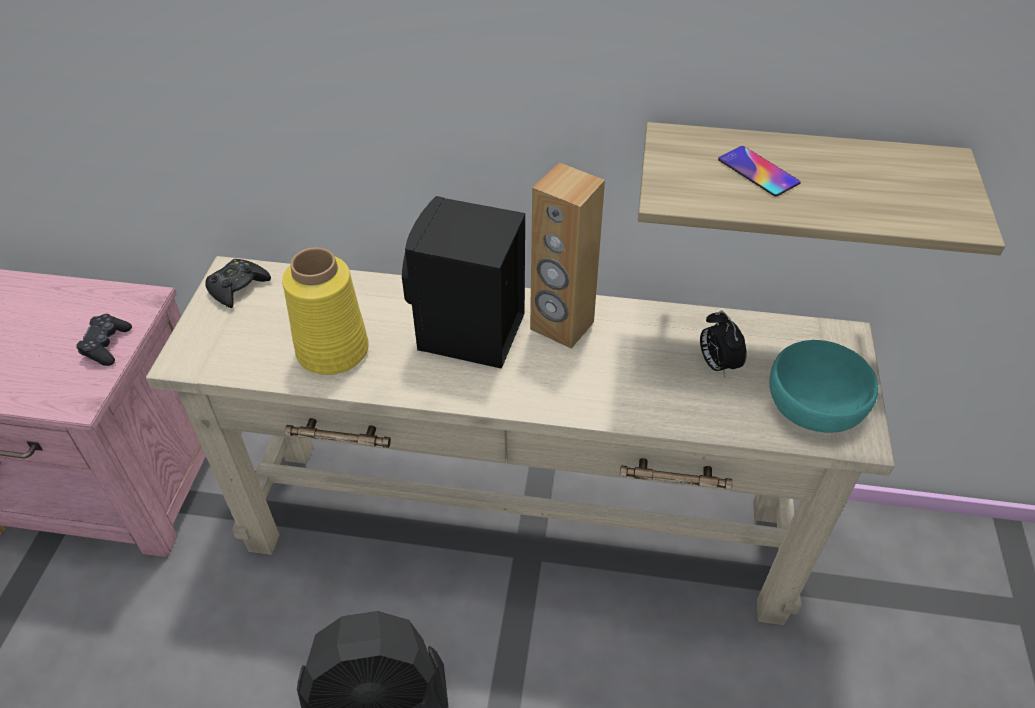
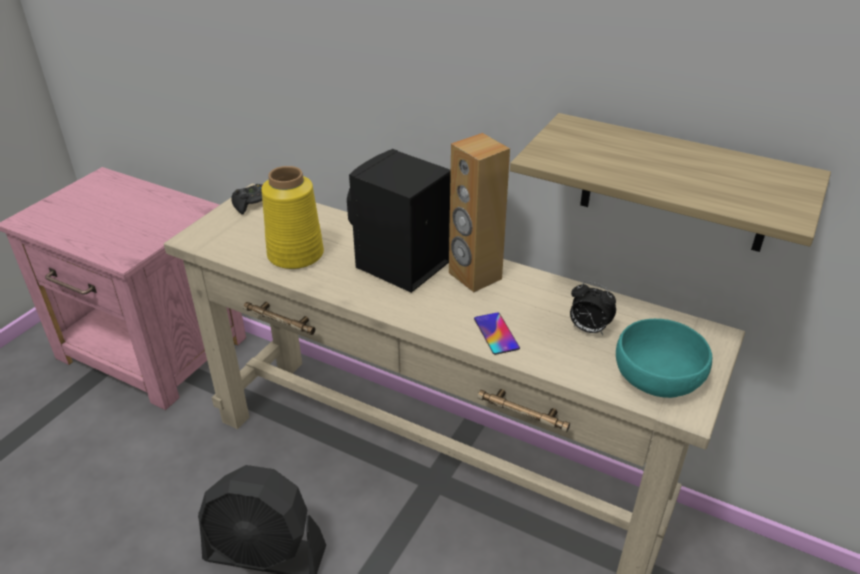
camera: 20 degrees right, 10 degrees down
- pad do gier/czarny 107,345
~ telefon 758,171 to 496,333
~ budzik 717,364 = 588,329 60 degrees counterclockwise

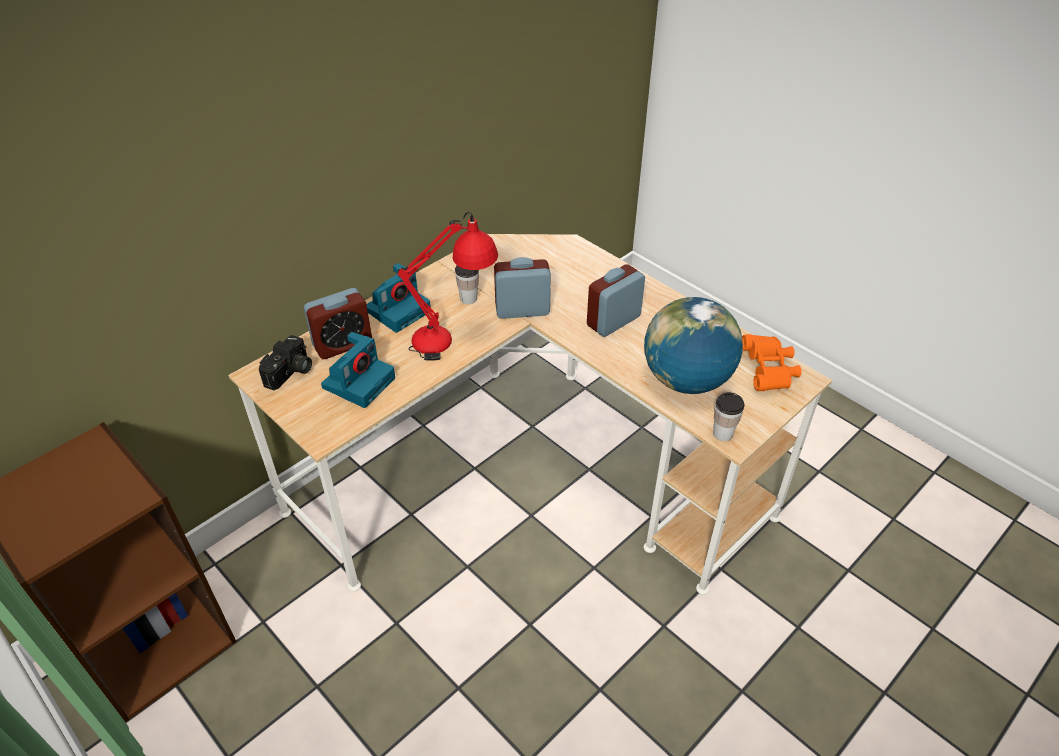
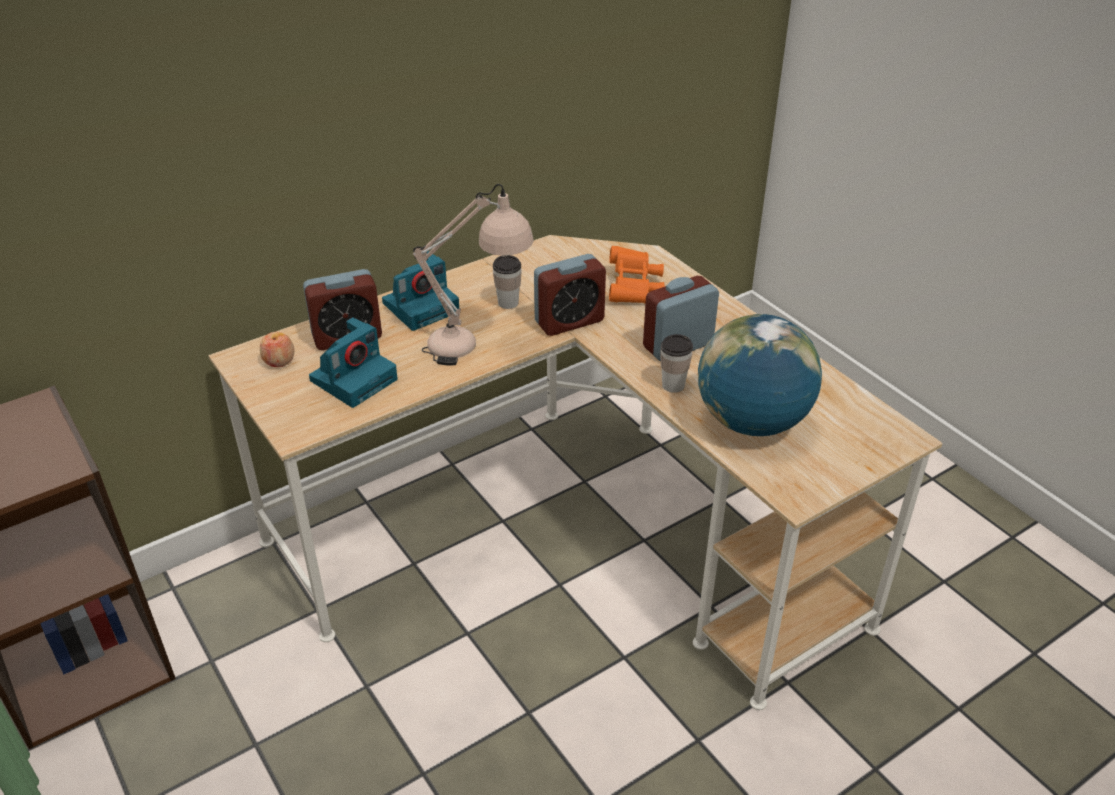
camera: 10 degrees right, 5 degrees down
~ filiżanka 723,433 to 673,385
~ lornetka/pomarańczowy 768,372 to 634,288
~ aparat fotograficzny 291,373 to jabłko 279,360
~ lampa stołowa/czerwony 454,340 to lampa stołowa/beżowy 478,346
~ budzik 522,310 = 569,321 150 degrees clockwise

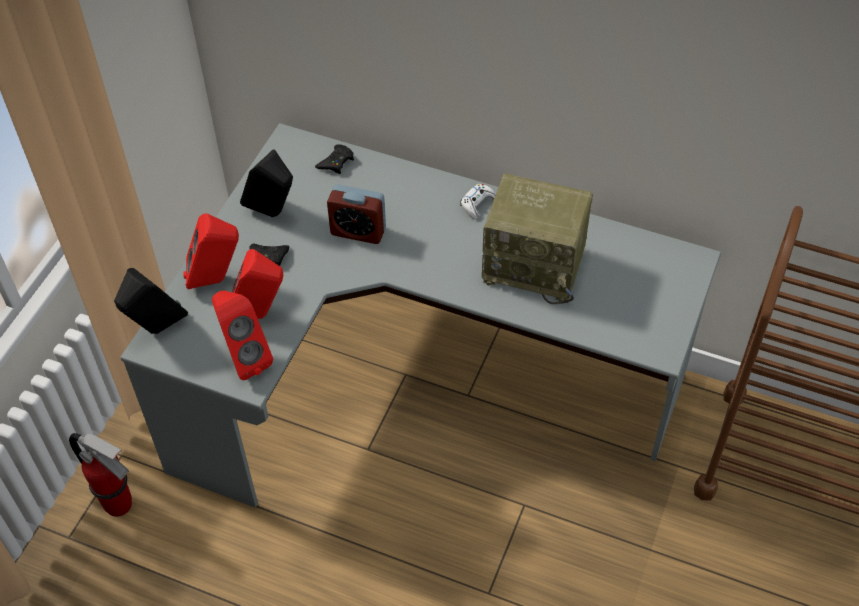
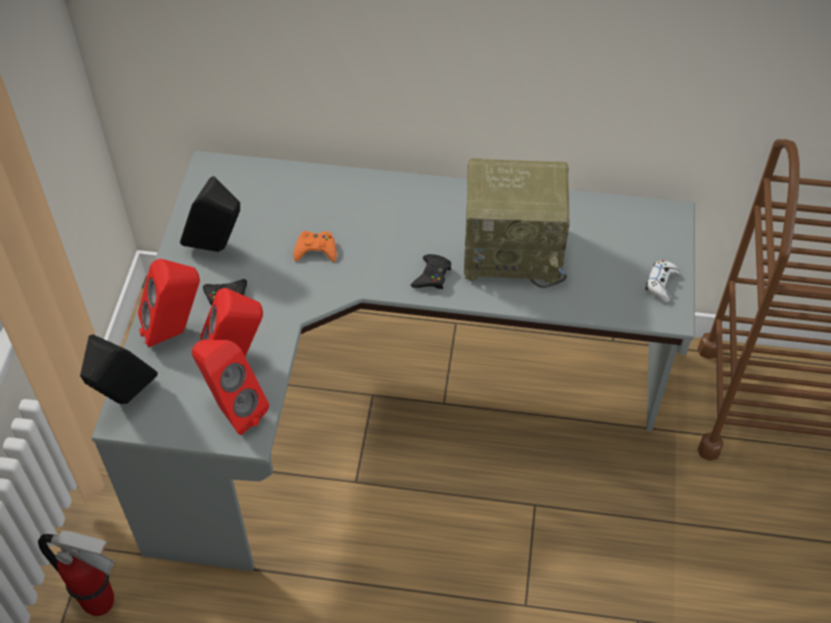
camera: 15 degrees left, 0 degrees up
~ pad do gier/czarny 336,162 to 432,276
~ pad do gier/biały 477,204 to 661,284
~ budzik 358,231 to pad do gier/pomarańczowy 316,250

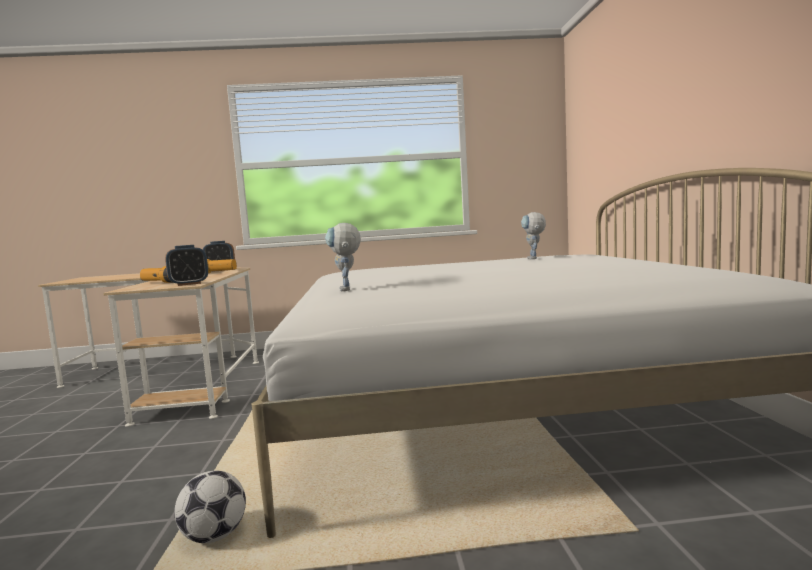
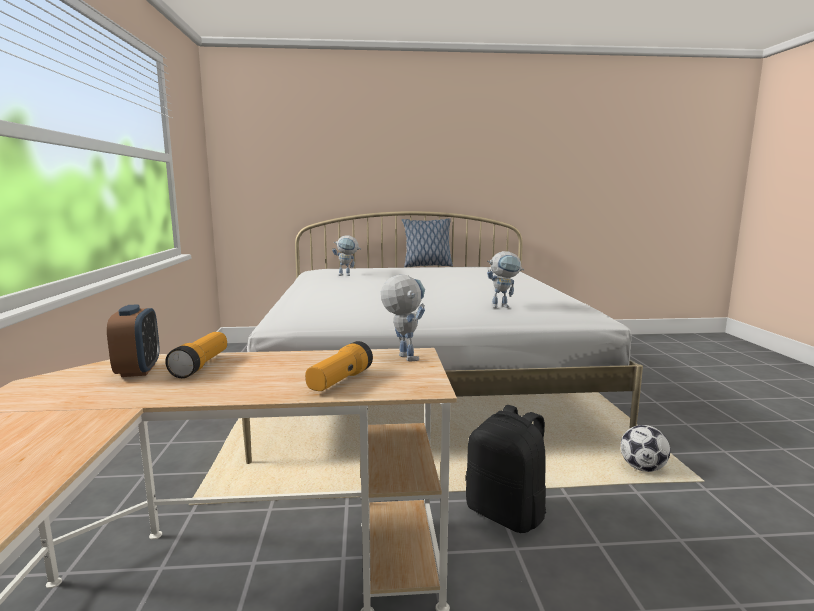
camera: 90 degrees left, 5 degrees up
+ poduszka 427,266
+ plecak/czarny 507,513
~ budzik 189,284 to robot zabawkowy 403,356

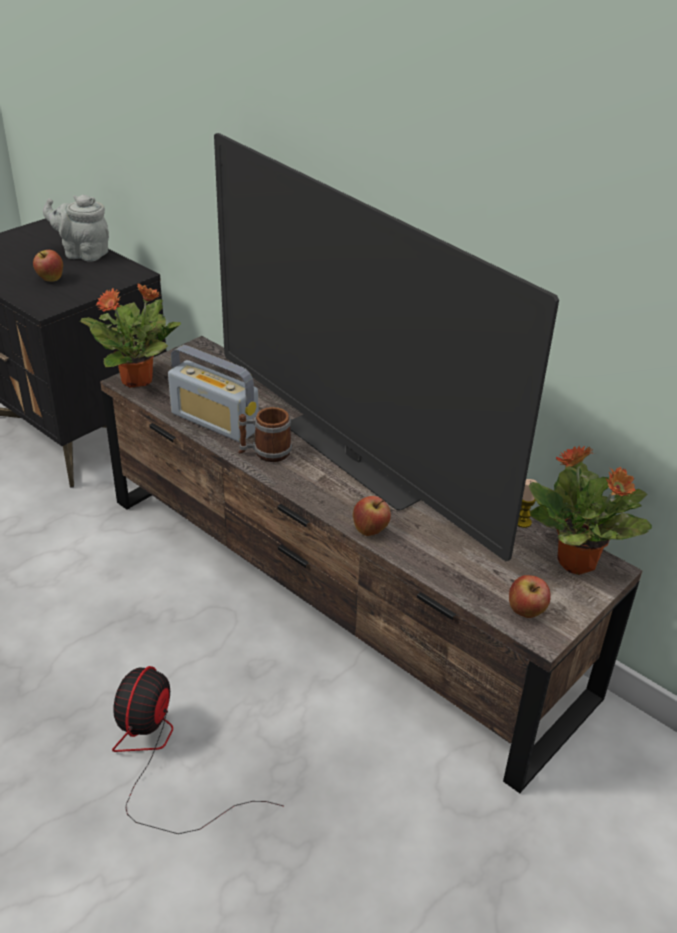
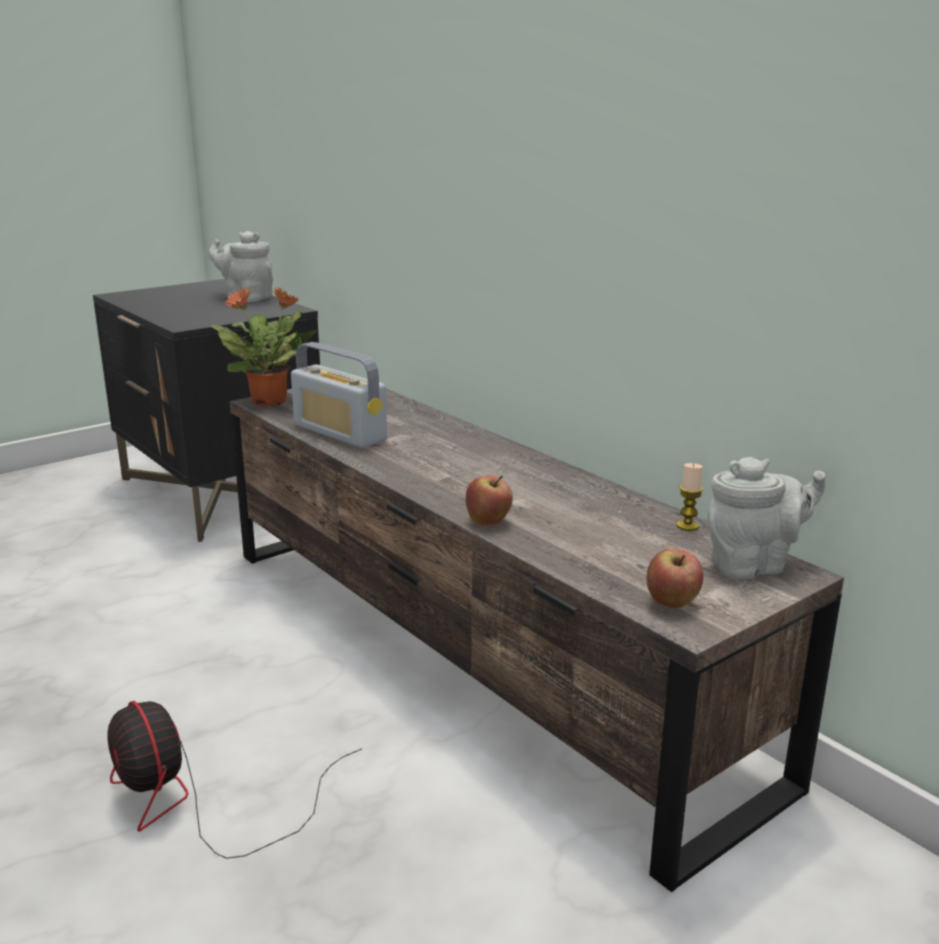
camera: 10 degrees right, 15 degrees down
- jabłko 50,279
- telewizor 351,460
- kubek 265,453
~ roślina doniczkowa 577,563 to imbryk/szary 753,565
~ wentylator 161,758 = 198,803 60 degrees counterclockwise

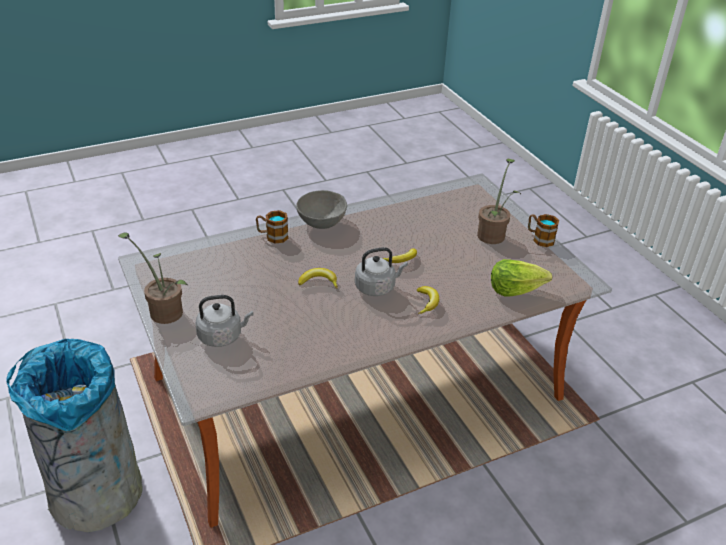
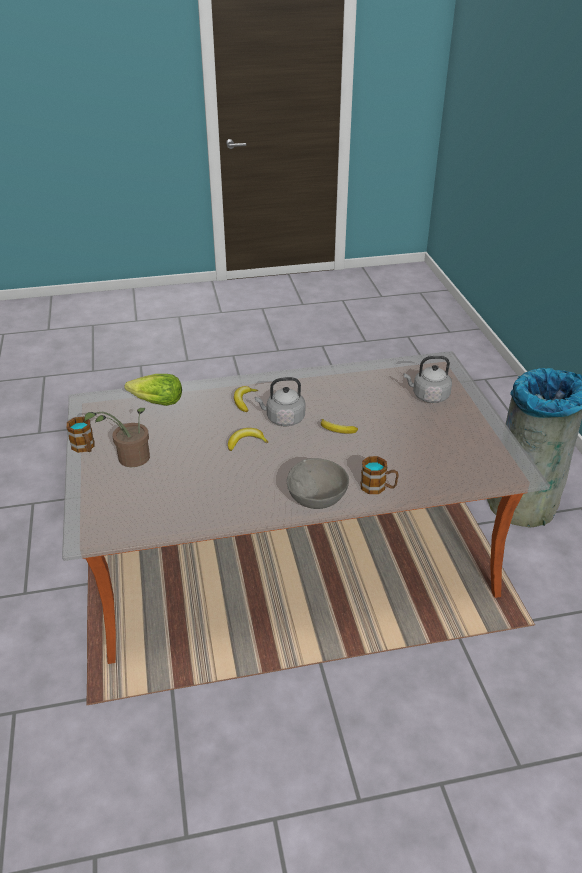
camera: 165 degrees left, 0 degrees up
- roślina doniczkowa 163,310

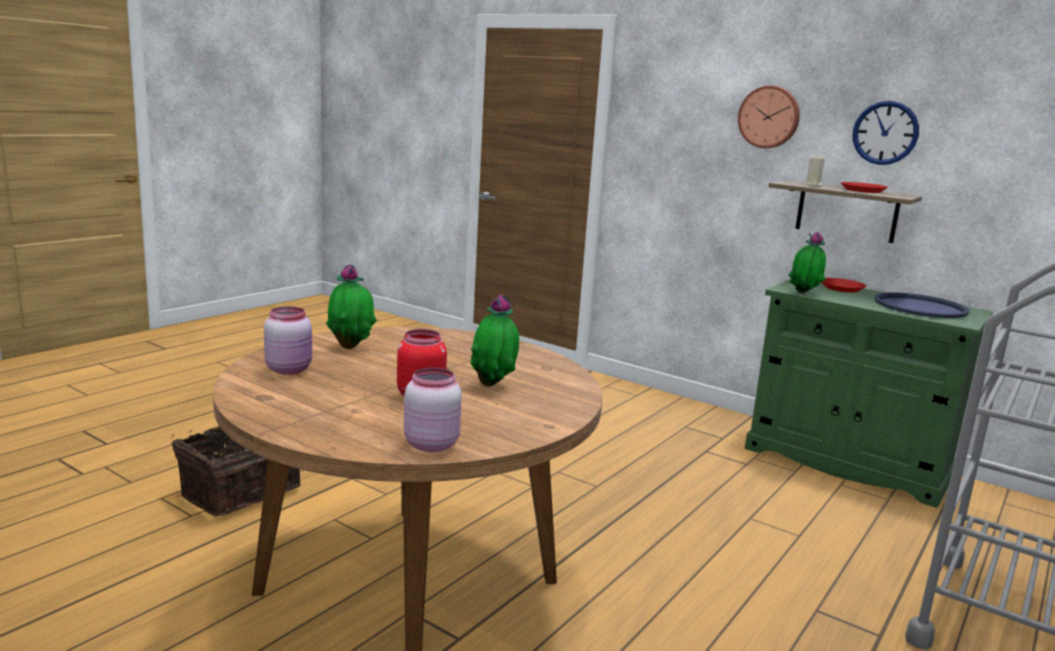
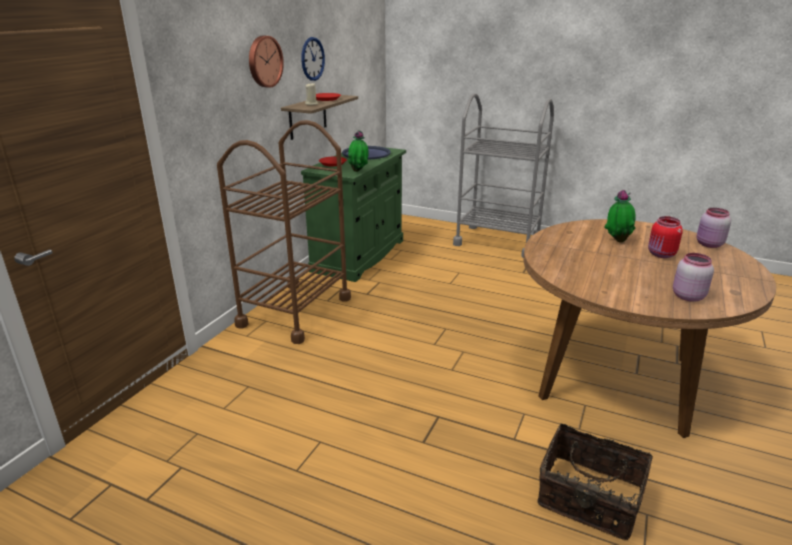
camera: 100 degrees left, 10 degrees up
- roślina doniczkowa 351,347
+ wózek/brązowy 295,311

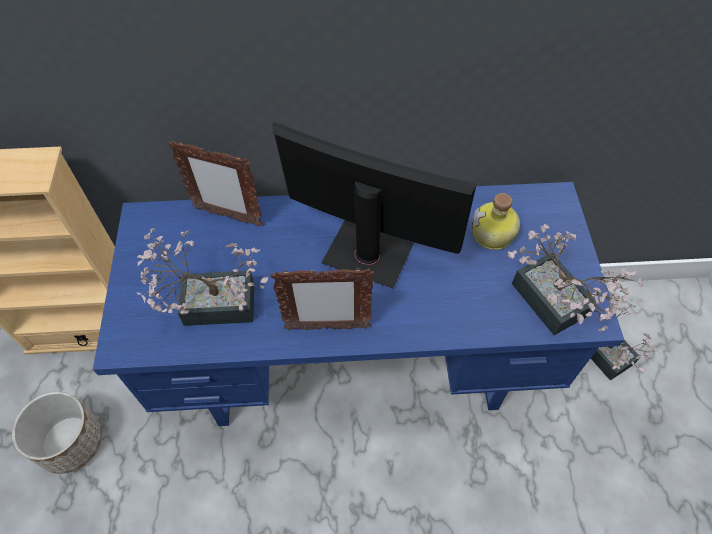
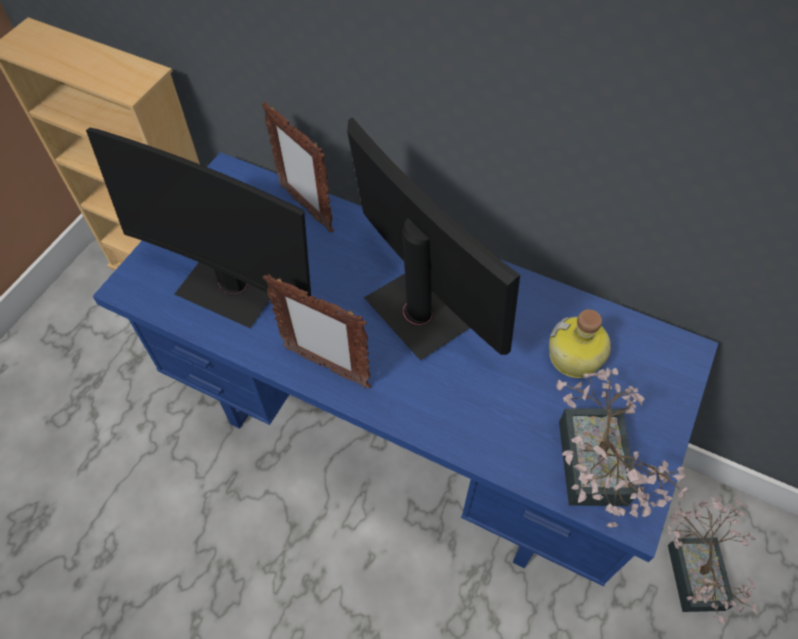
camera: 30 degrees right, 0 degrees up
- donica 71,442
~ roślina doniczkowa 210,304 to monitor 232,286

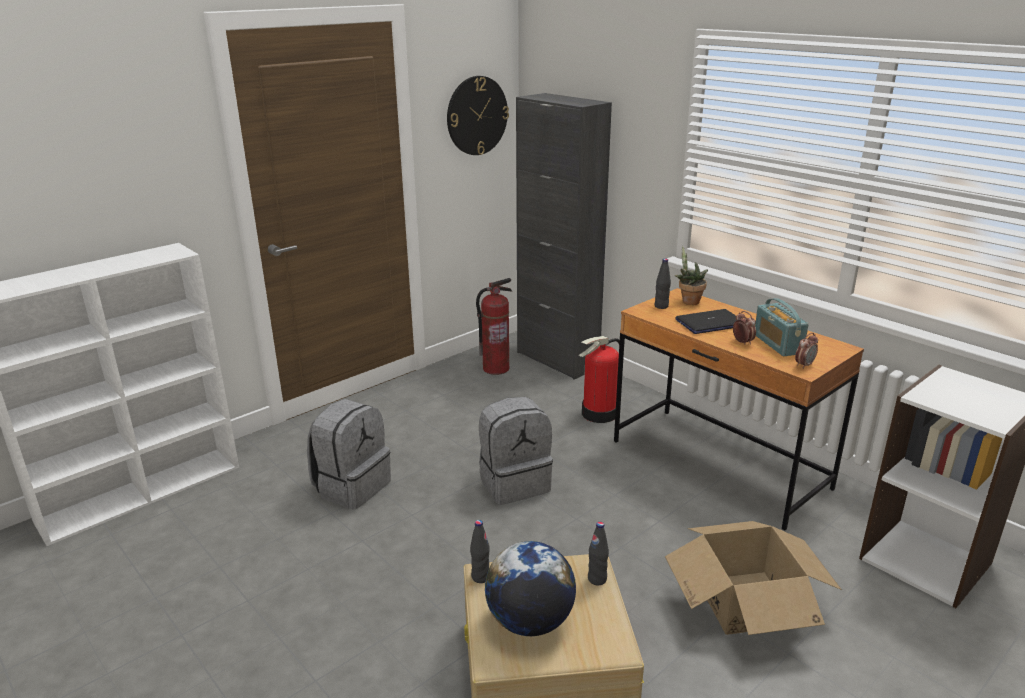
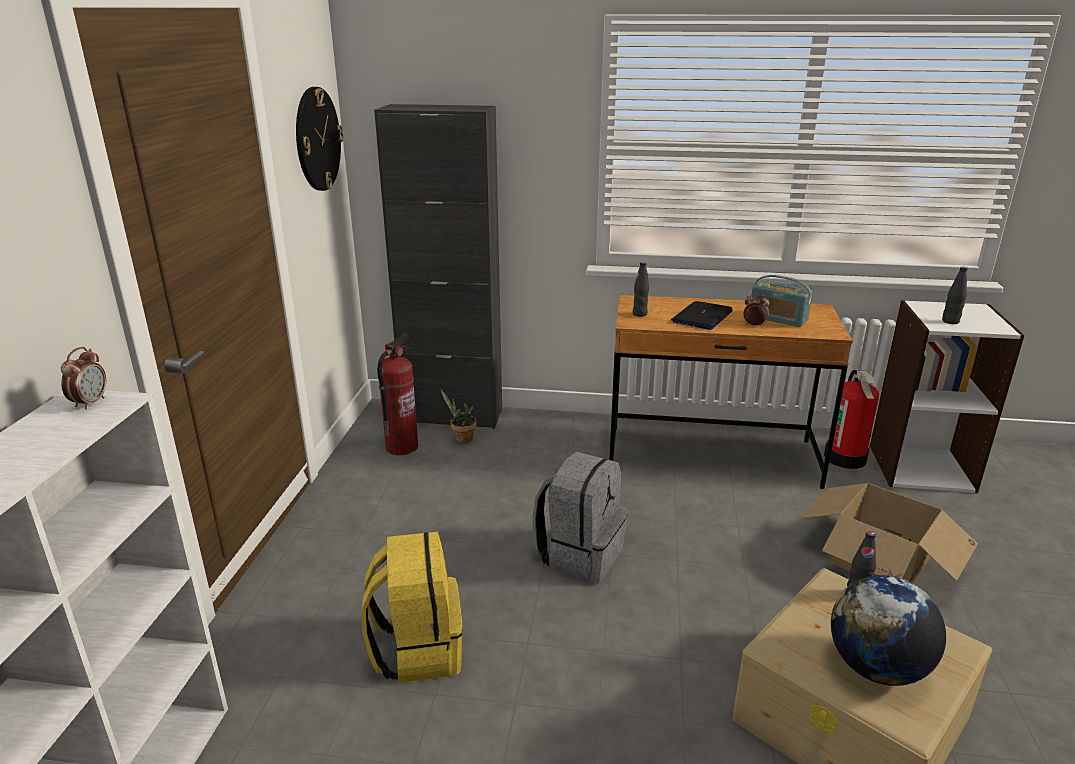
camera: 40 degrees left, 0 degrees up
~ butelka/czarny 480,577 to 950,321
~ gaśnica 599,414 to 846,458
~ roślina doniczkowa 688,301 to 461,439
~ budzik 804,365 to 90,403
~ plecak/szary 352,486 to plecak/żółty 417,649

